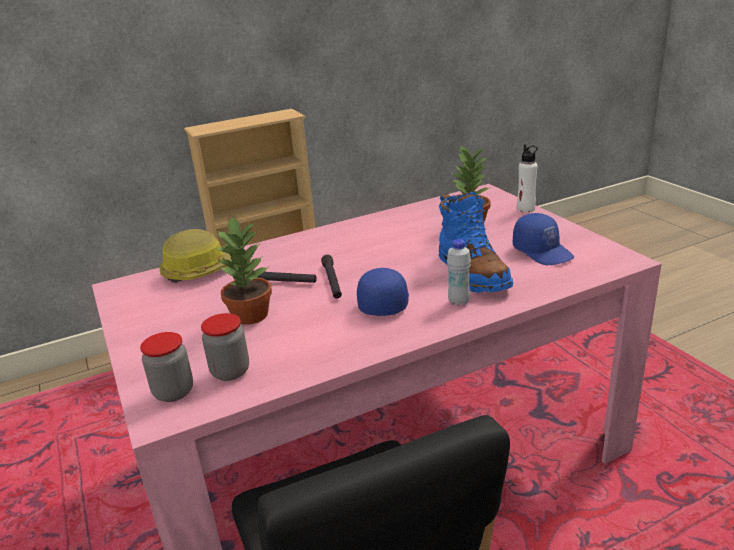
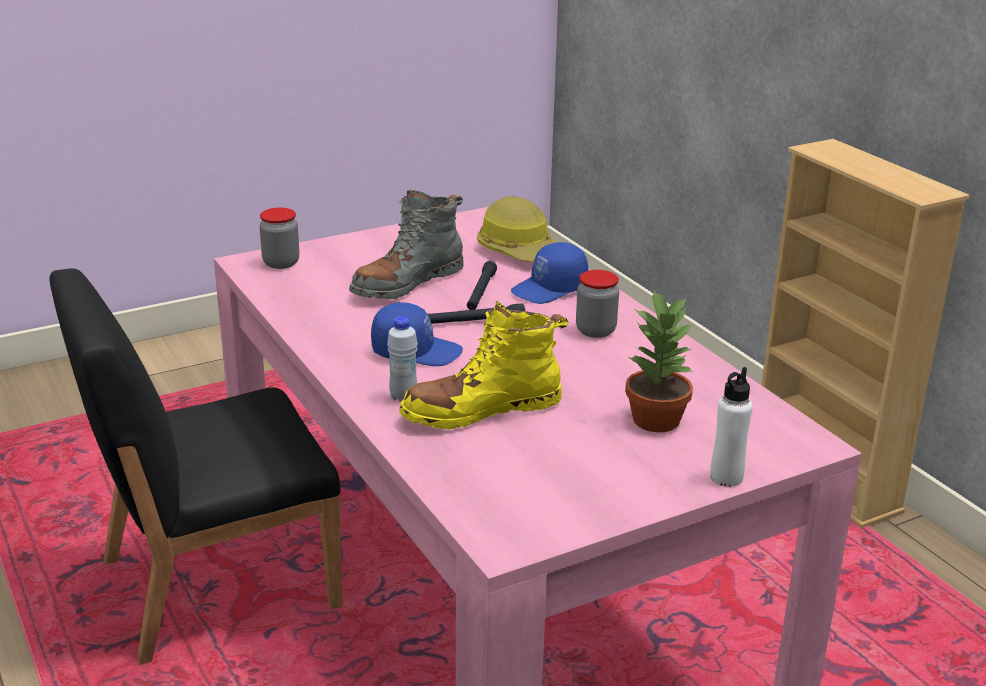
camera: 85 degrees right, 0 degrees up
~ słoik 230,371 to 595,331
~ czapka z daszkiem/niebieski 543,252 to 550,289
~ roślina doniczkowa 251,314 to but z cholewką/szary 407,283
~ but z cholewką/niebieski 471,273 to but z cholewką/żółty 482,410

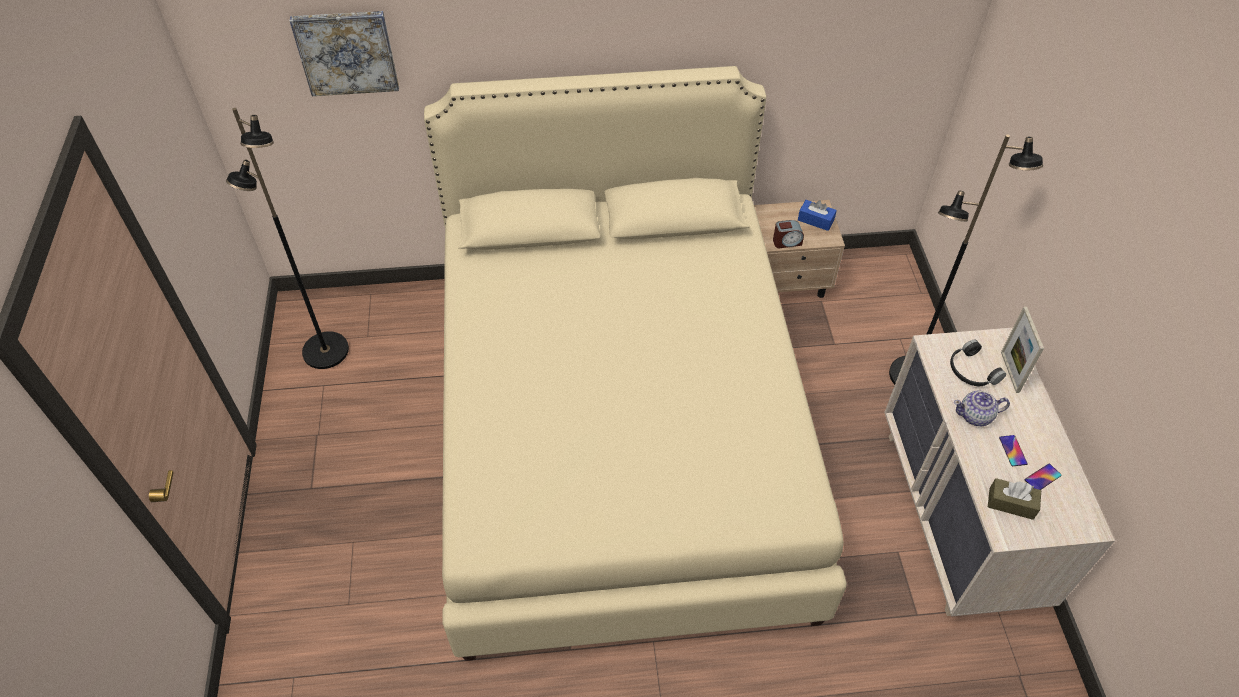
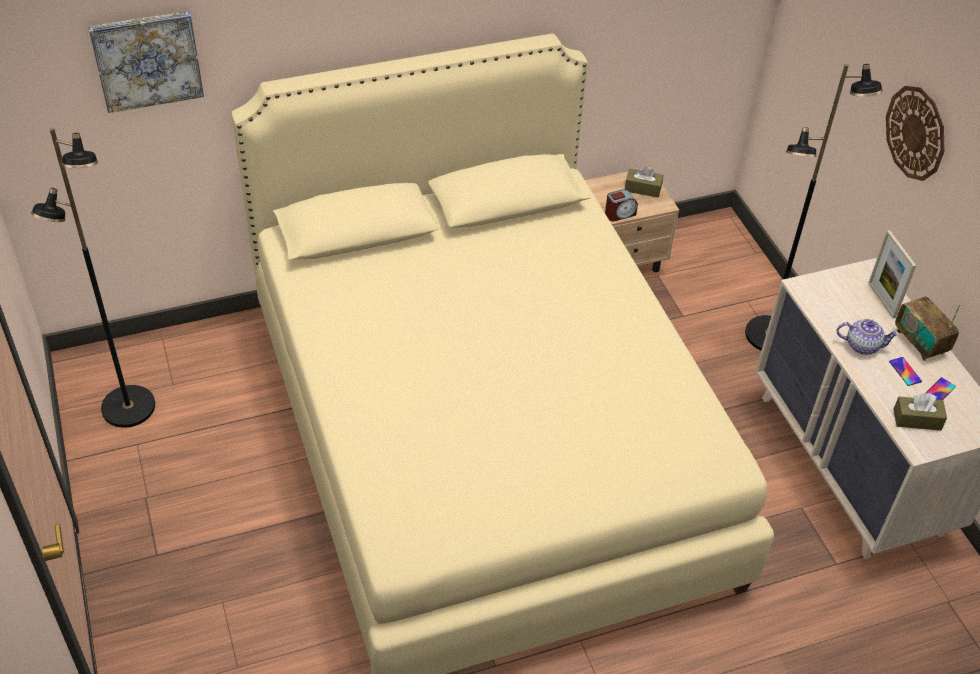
camera: 15 degrees left, 5 degrees down
- słuchawki/czarny 971,371
+ zegar ścienny 916,133
+ radio 920,342
~ pudełko chusteczek/niebieski 815,220 to pudełko chusteczek/brązowy 642,188
~ imbryk 976,416 = 862,345 150 degrees counterclockwise

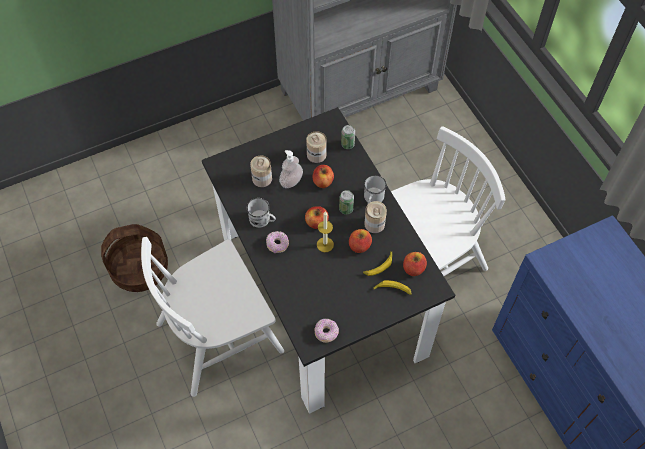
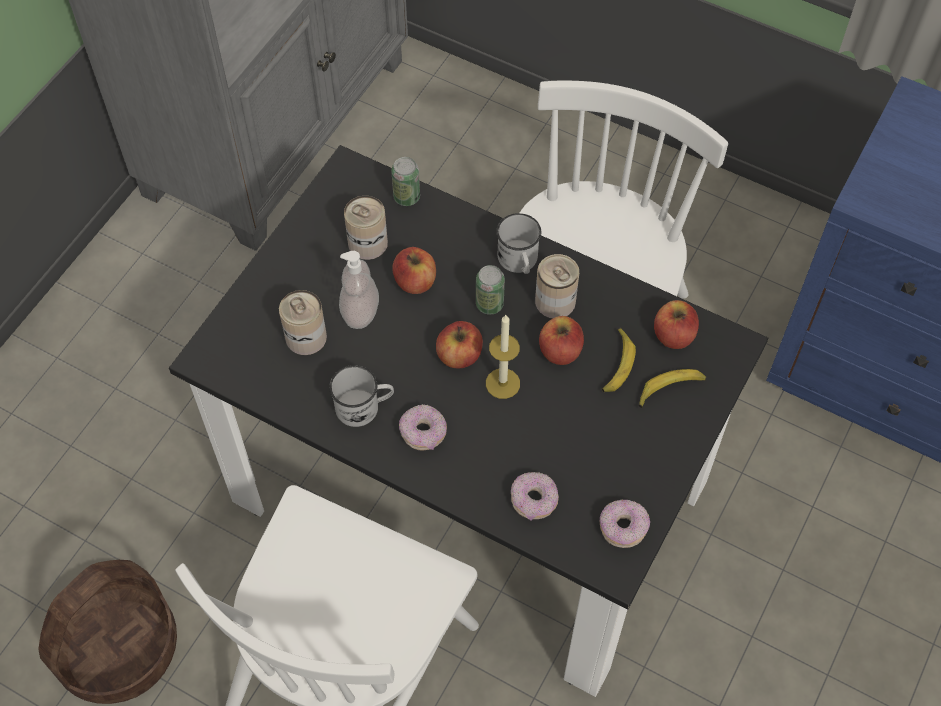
camera: 35 degrees left, 0 degrees up
+ donut 534,500

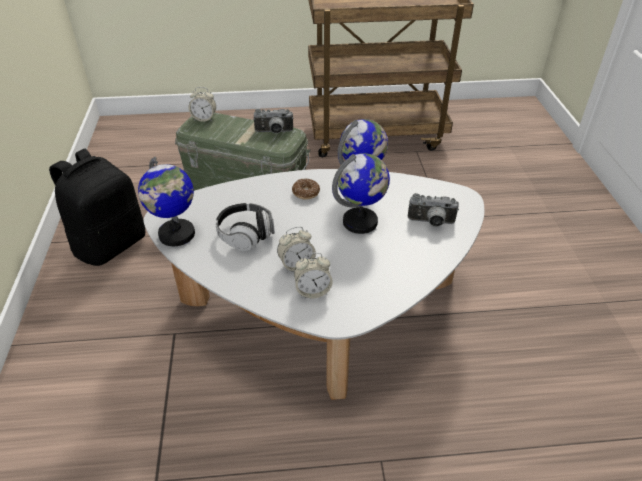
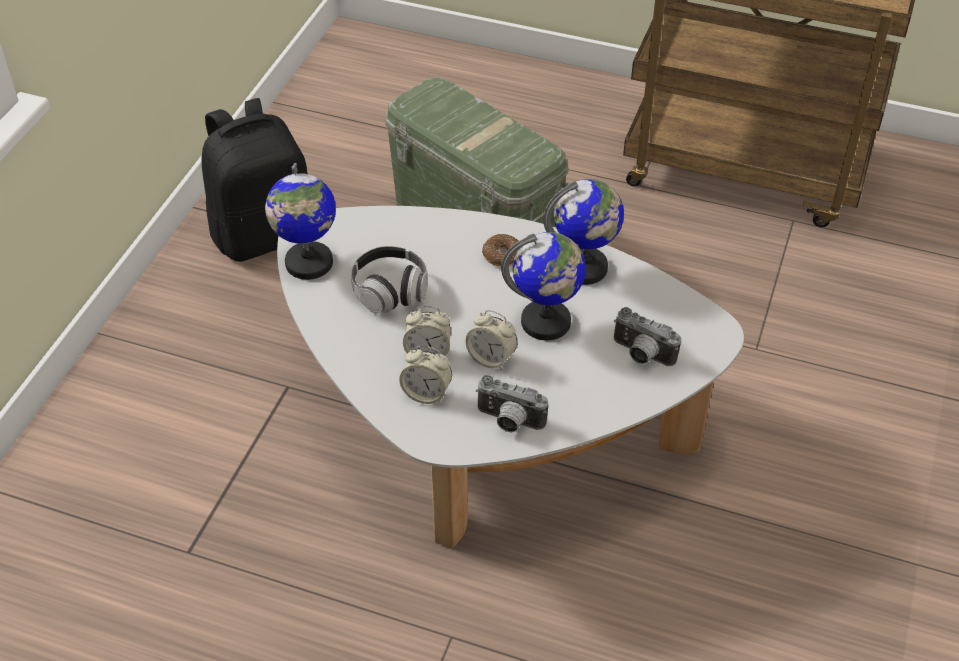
camera: 25 degrees right, 5 degrees up
~ budzik 204,119 to 491,358
~ aparat fotograficzny 274,132 to 508,422

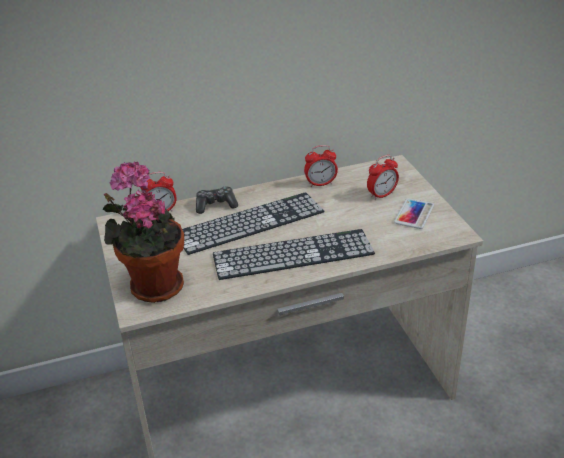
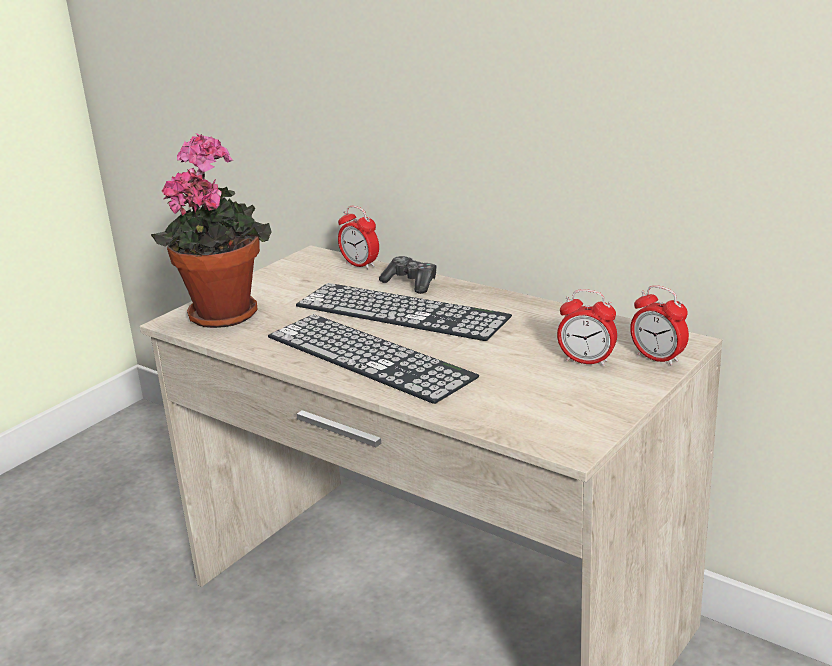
camera: 55 degrees right, 10 degrees down
- telefon 414,214
~ budzik 320,184 to 658,358

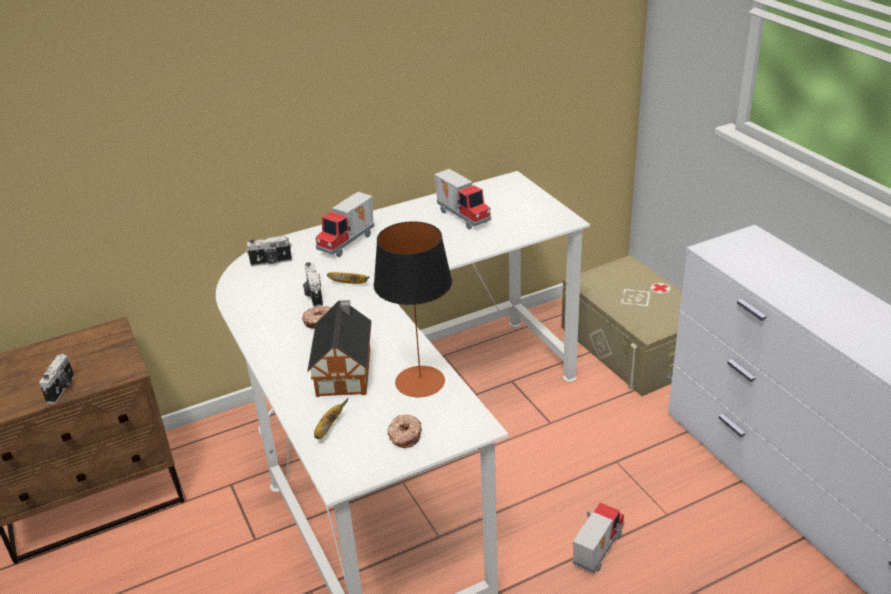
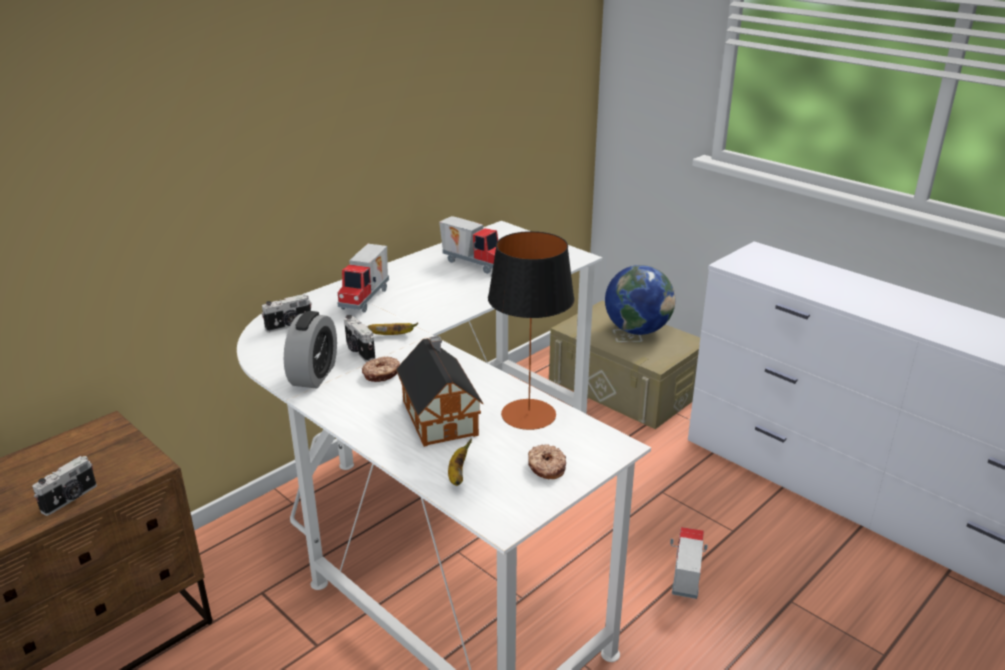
camera: 20 degrees left, 5 degrees down
+ budzik 314,375
+ globus 637,330
~ aparat fotograficzny 62,389 = 70,499 45 degrees clockwise

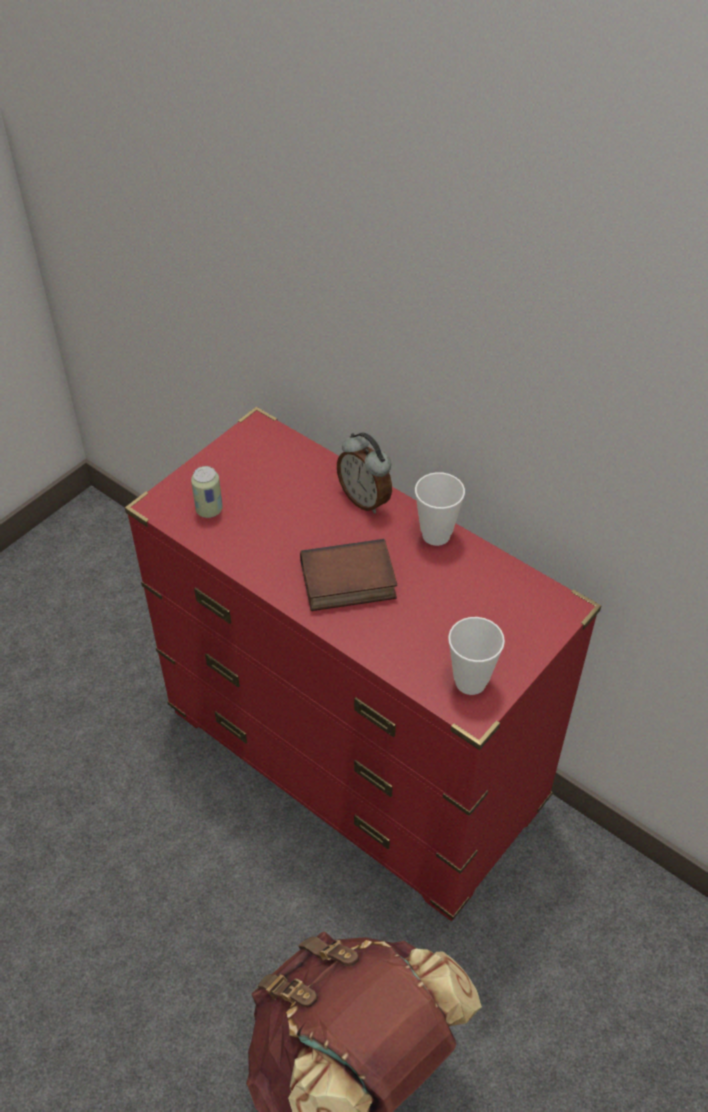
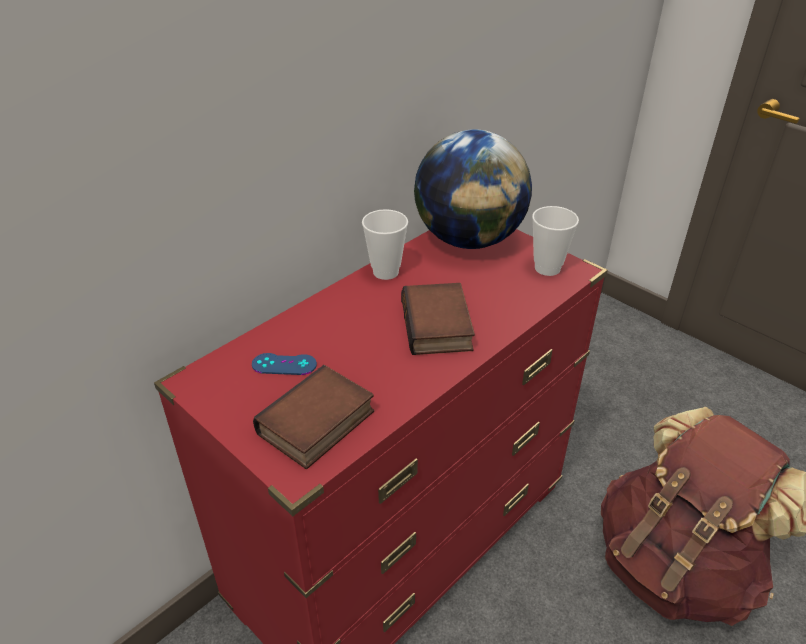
camera: 85 degrees left, 10 degrees down
- budzik 365,499
+ pad do gier/niebieski 284,364
+ globus 469,239
~ puszka 209,510 to książka 317,425

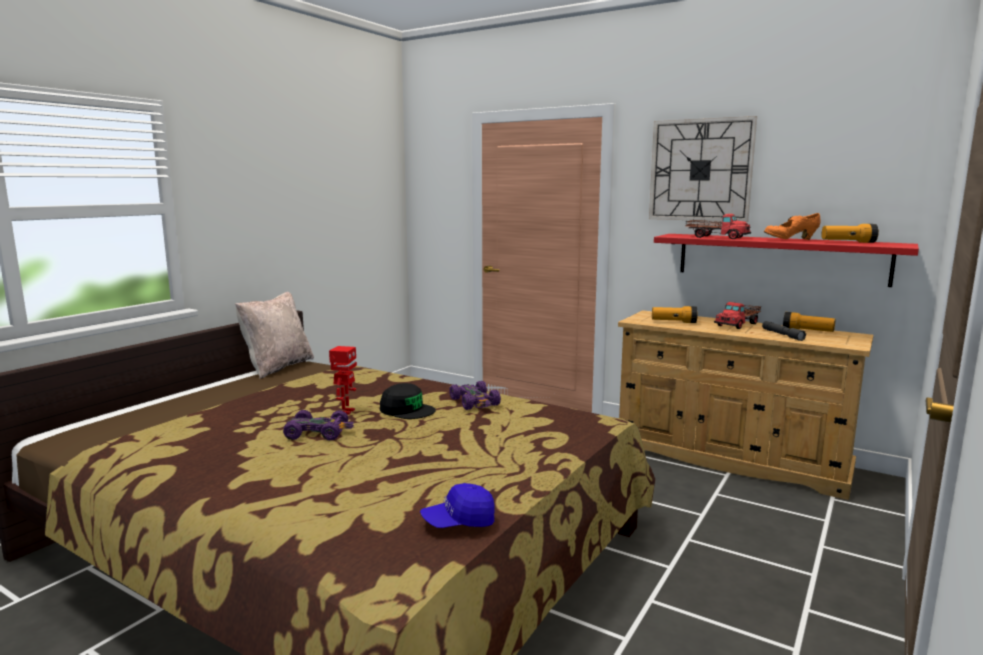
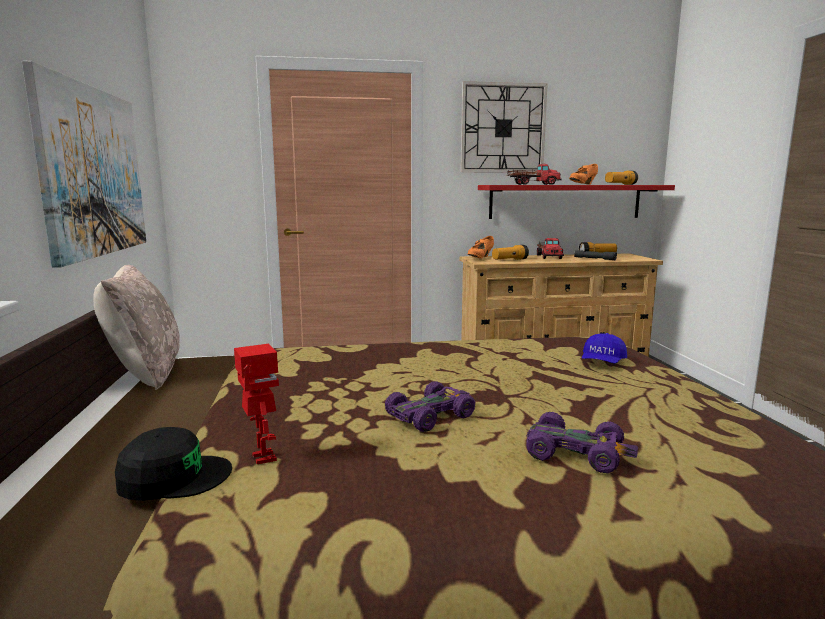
camera: 40 degrees left, 0 degrees up
+ obraz 93,171
+ but/pomarańczowy 480,258
~ robot zabawkowy 346,411 to 262,458
~ czapka z daszkiem/czarny 407,410 to 174,477
~ czapka z daszkiem/niebieski 459,522 to 602,362
~ samochodzik/fioletowy 475,402 to 577,453

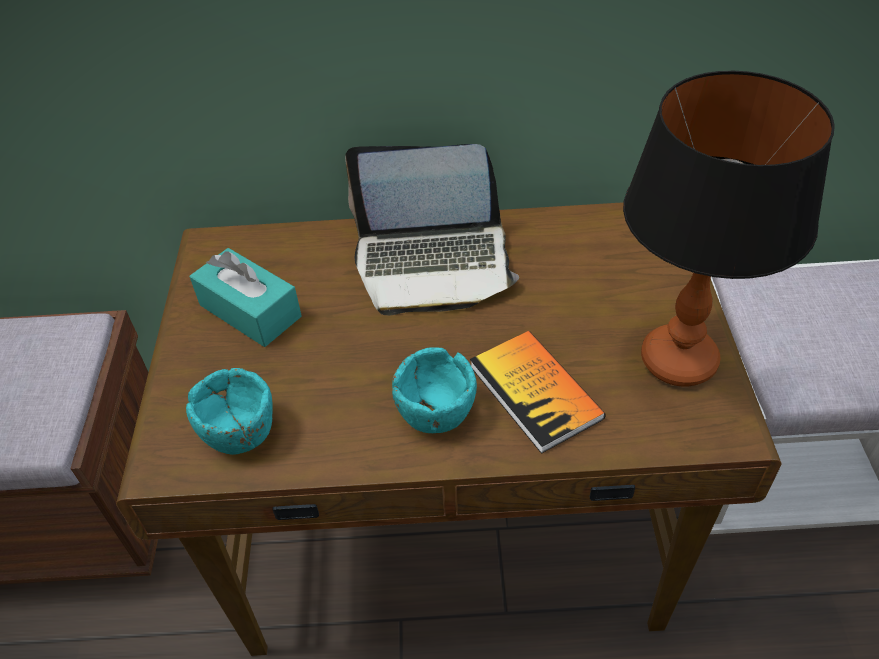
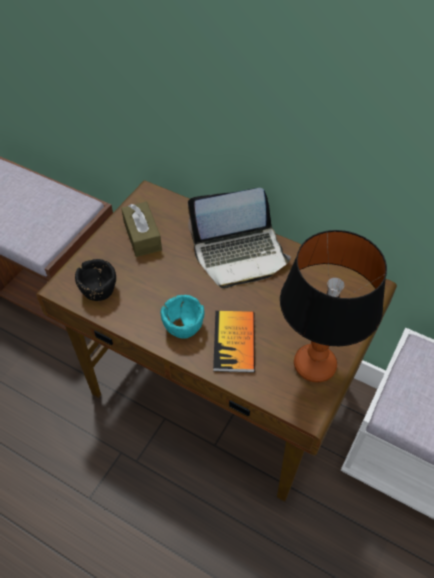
camera: 30 degrees right, 5 degrees up
~ miska/turkusowy 240,433 to miska/czarny 99,291
~ pudełko chusteczek/turkusowy 250,311 to pudełko chusteczek/brązowy 142,236
~ laptop 433,264 = 239,254 45 degrees counterclockwise

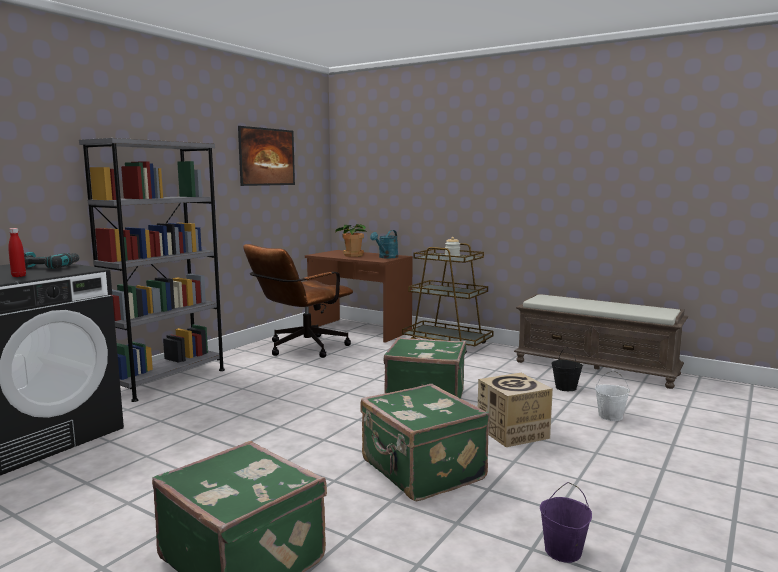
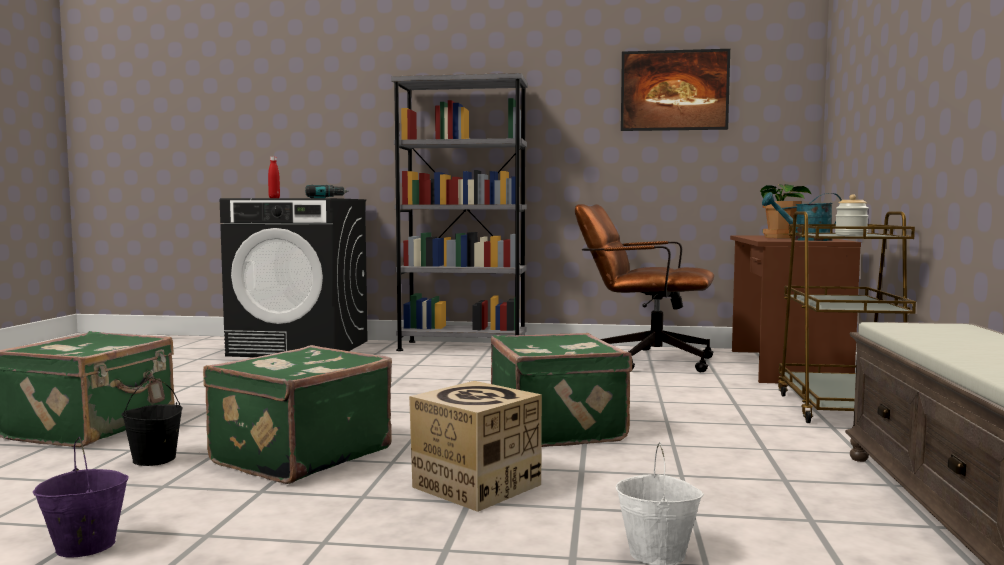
camera: 65 degrees right, 5 degrees down
~ wiadro/czarny 566,388 to 154,460

